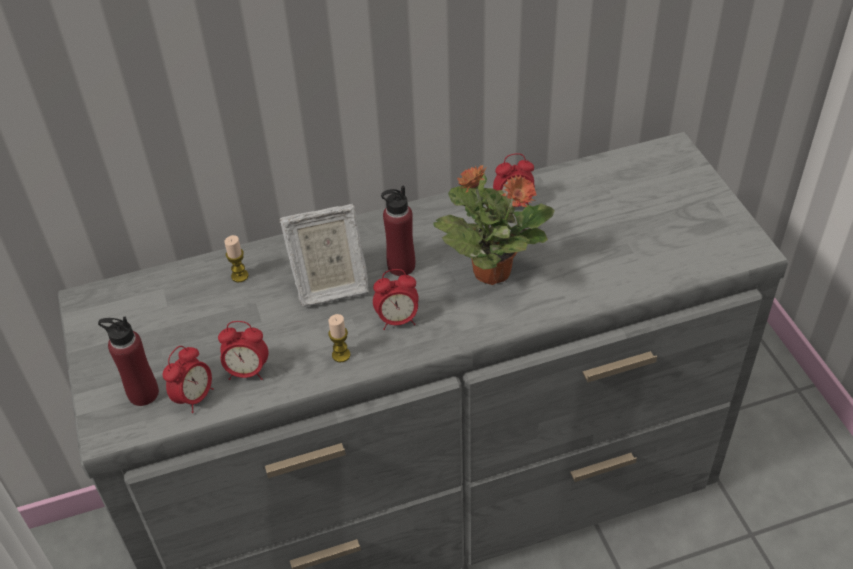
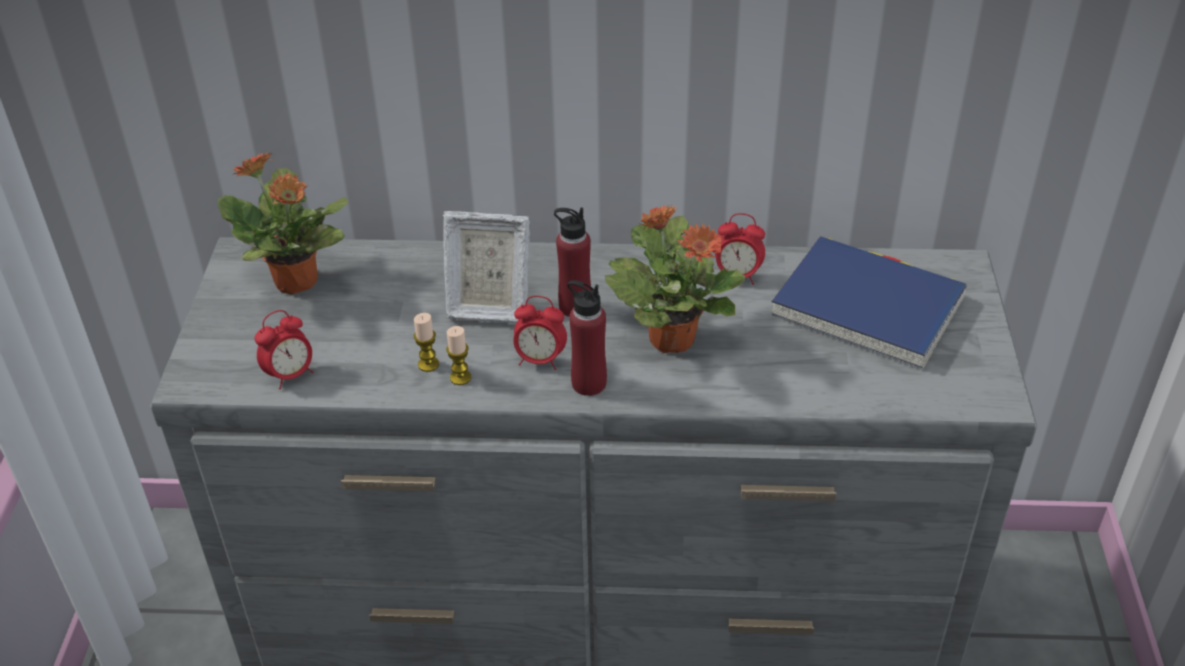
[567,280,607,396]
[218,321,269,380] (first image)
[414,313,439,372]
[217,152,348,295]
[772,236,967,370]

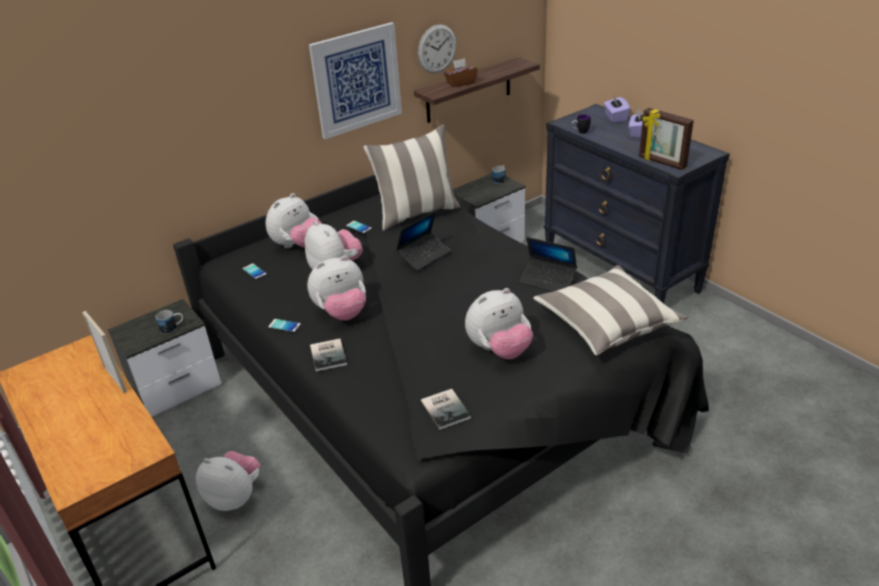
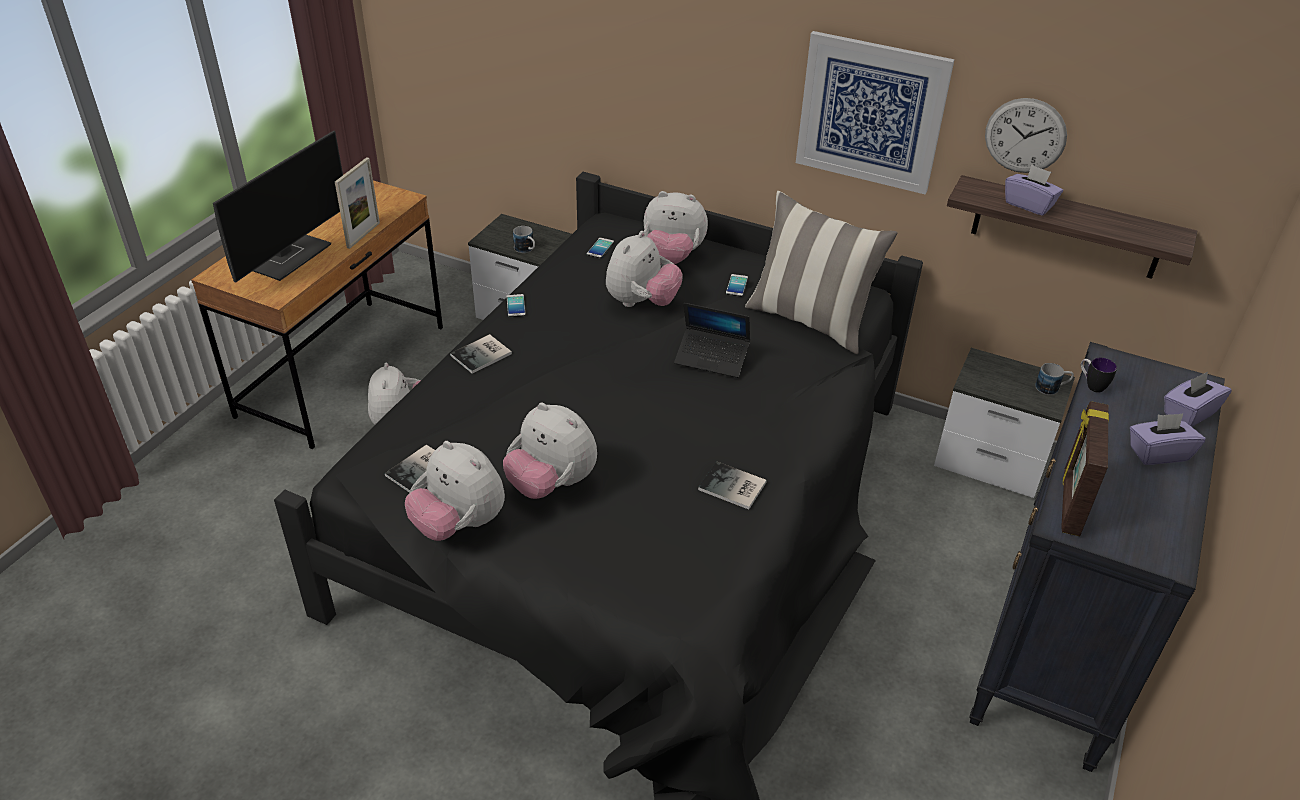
[405,441,505,541]
[1005,164,1063,216]
[698,462,767,509]
[533,265,688,355] (first image)
[213,131,343,283]

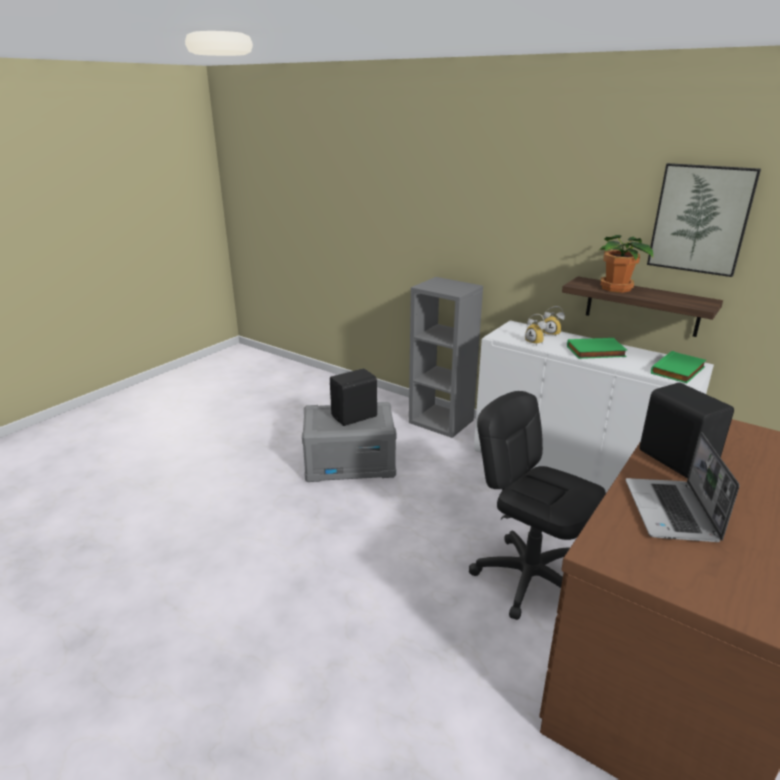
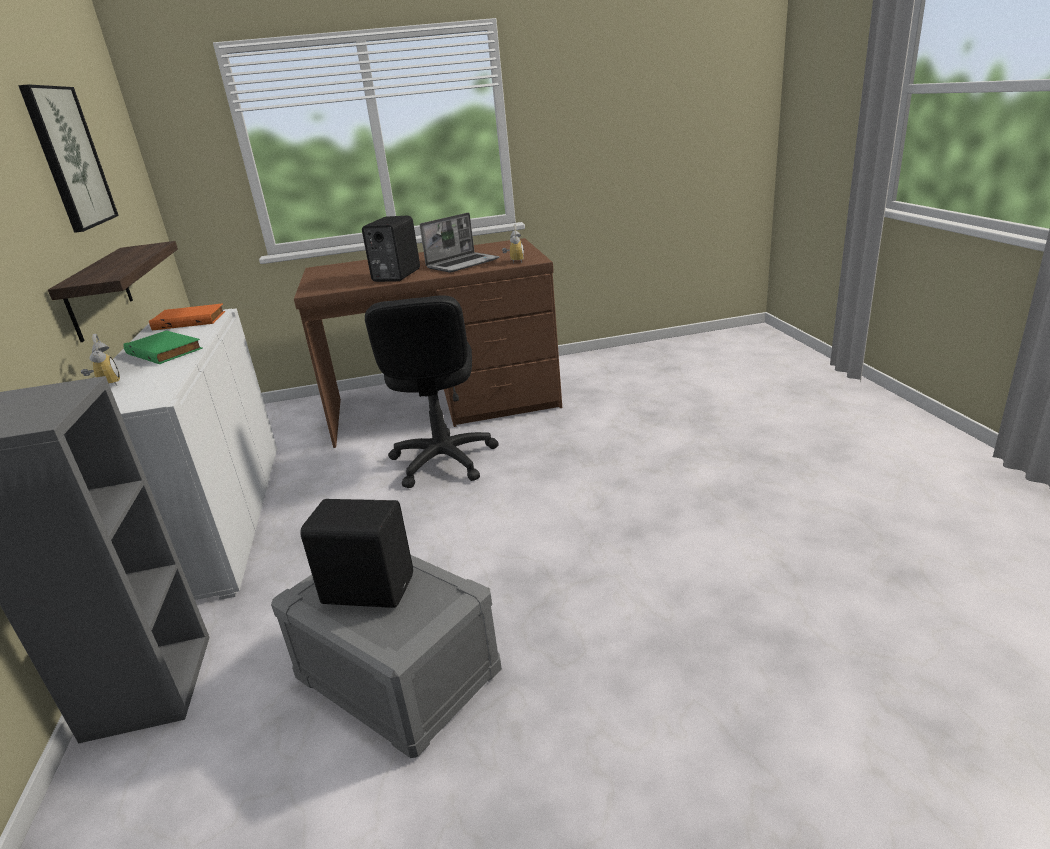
[502,224,524,263]
[598,235,653,293] (first image)
[149,303,225,330]

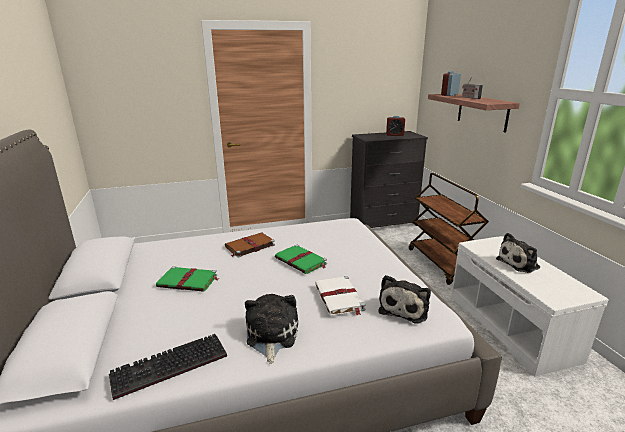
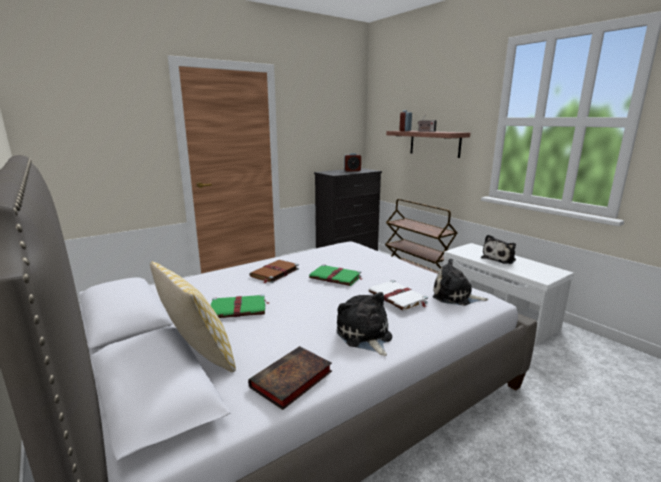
[248,346,332,410]
[433,259,489,306]
[150,262,236,372]

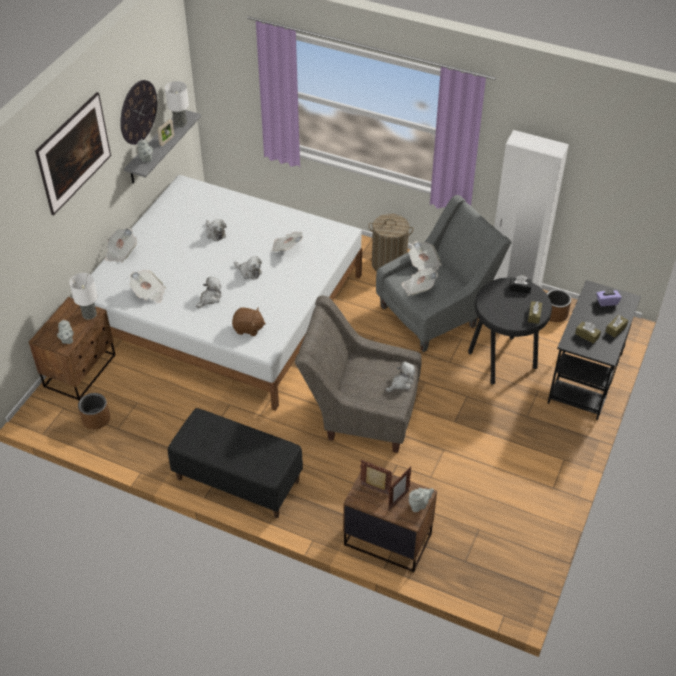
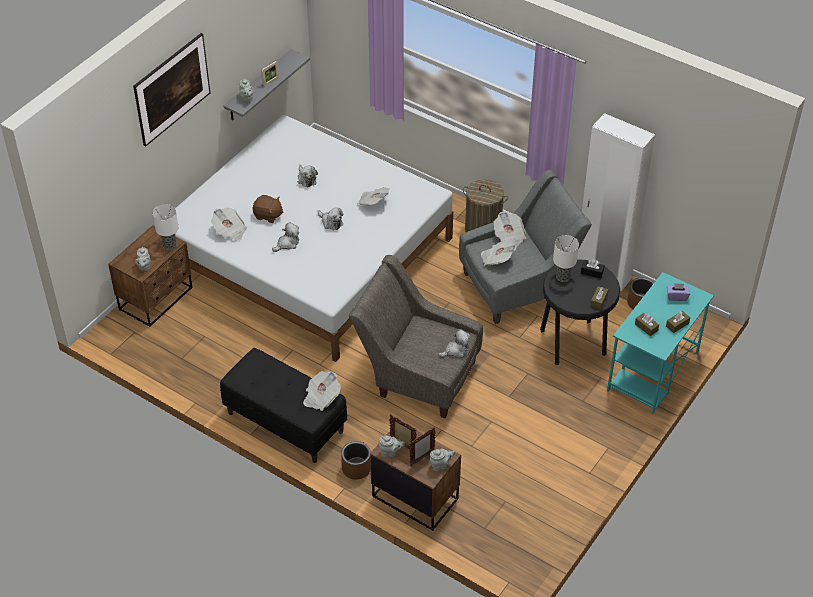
[341,441,371,480]
[303,371,341,411]
[120,80,157,145] (first image)
[553,235,579,282]
[252,195,284,223]
[607,272,714,414]
[379,436,405,457]

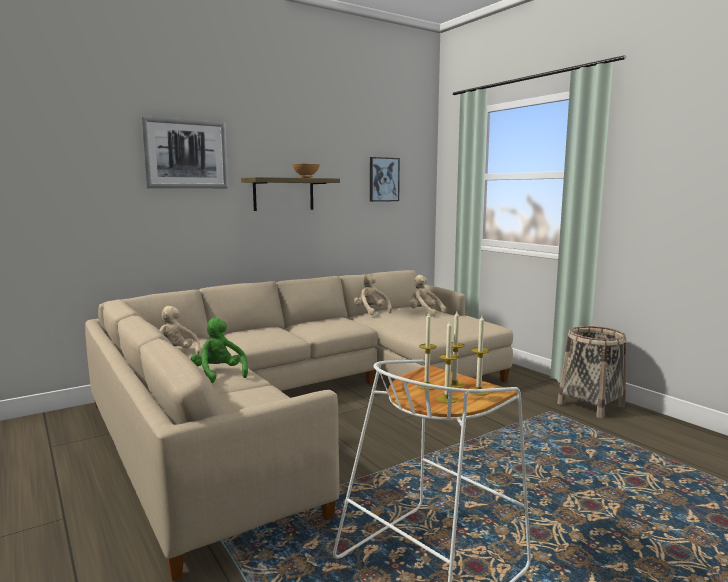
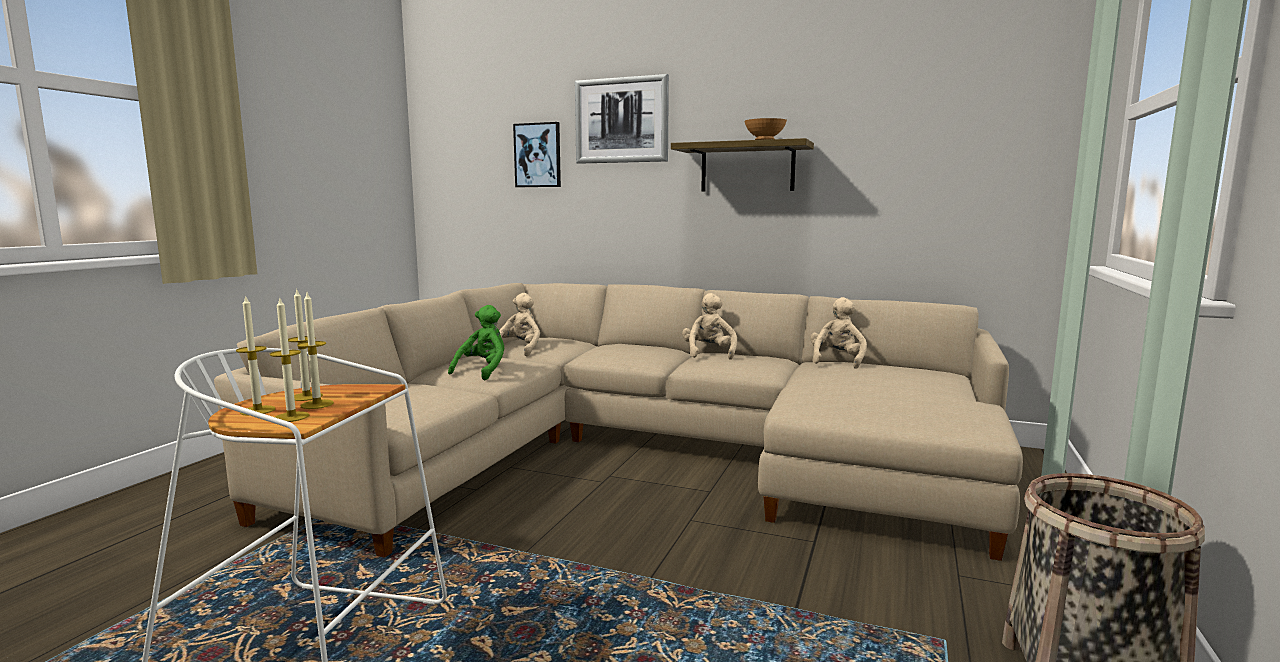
[513,122,561,187]
[682,293,737,360]

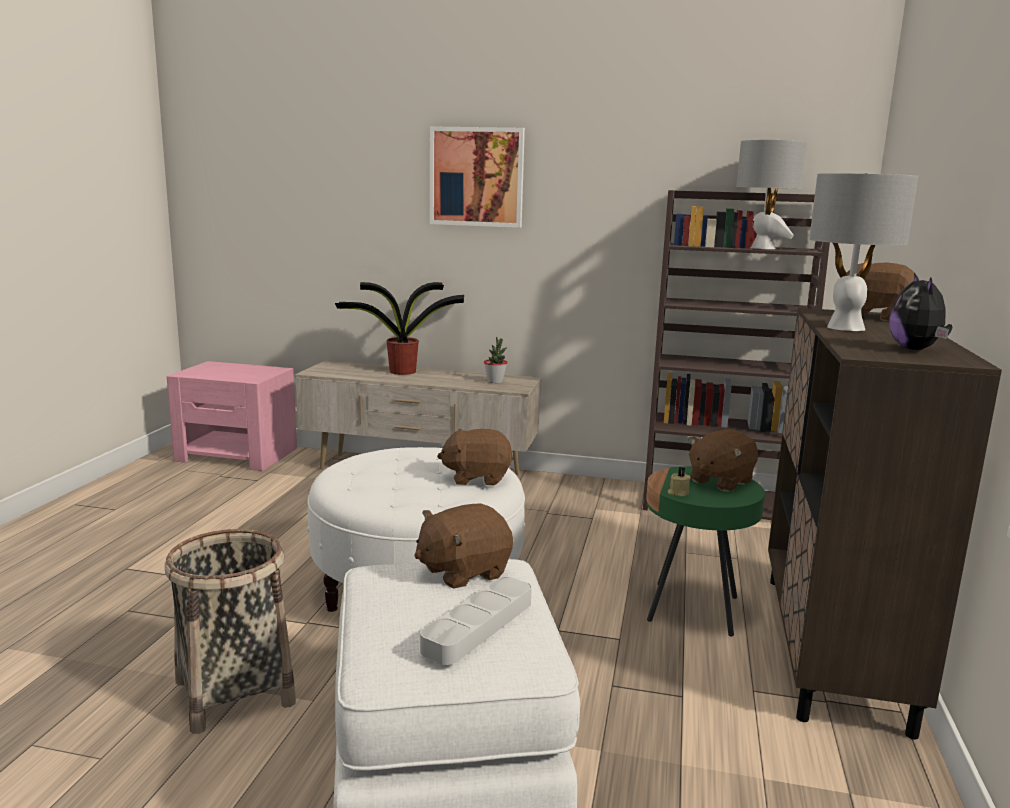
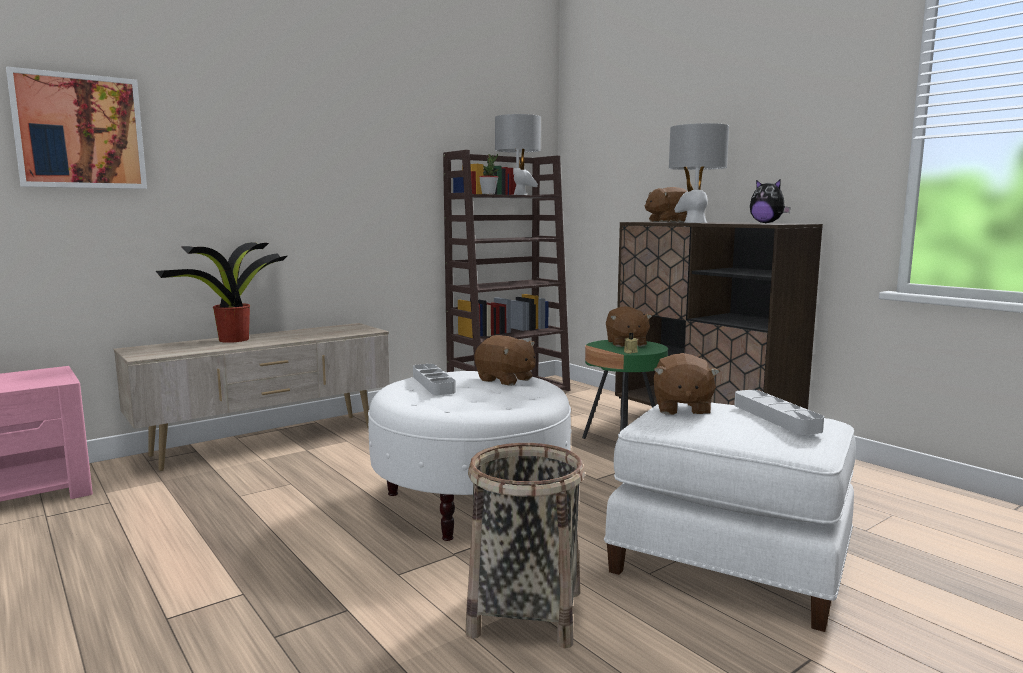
[6,66,147,189]
[474,335,536,386]
[479,154,499,194]
[413,364,456,395]

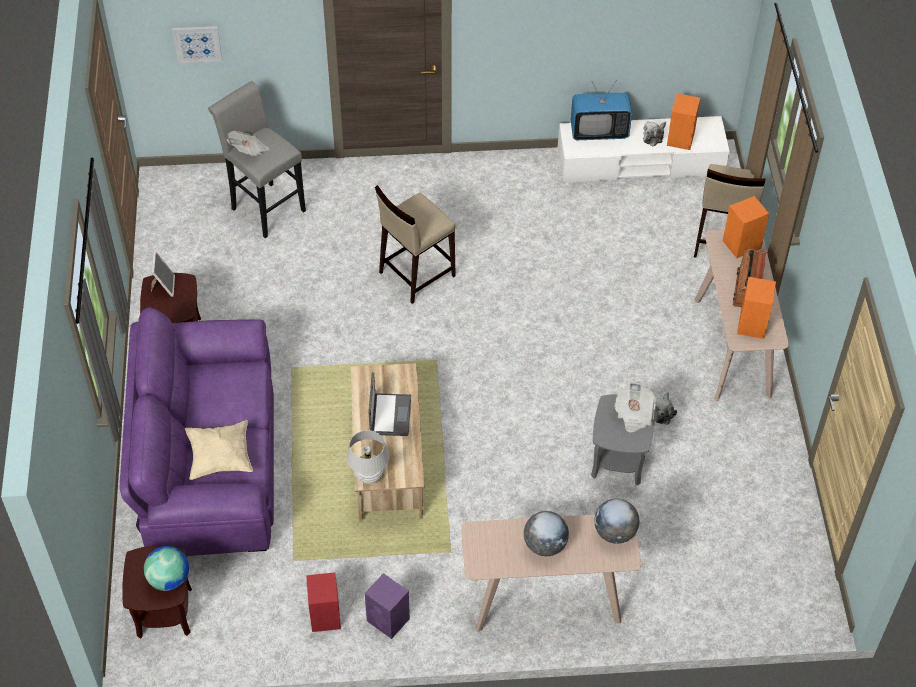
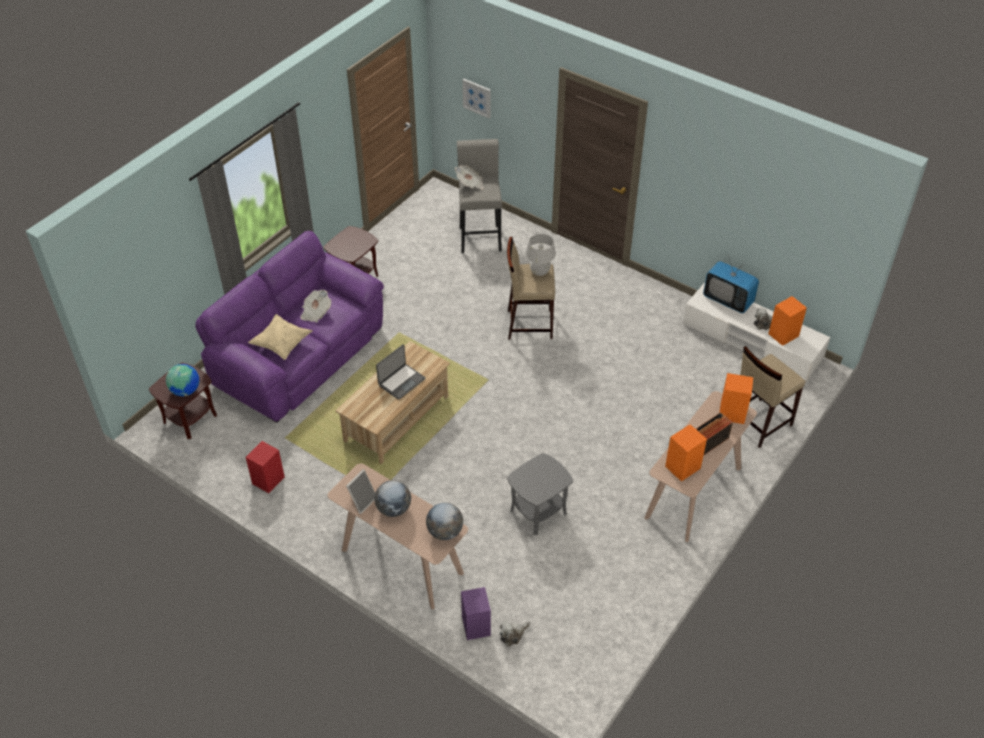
[346,469,375,514]
[525,234,556,276]
[461,587,491,640]
[300,290,331,322]
[500,621,530,647]

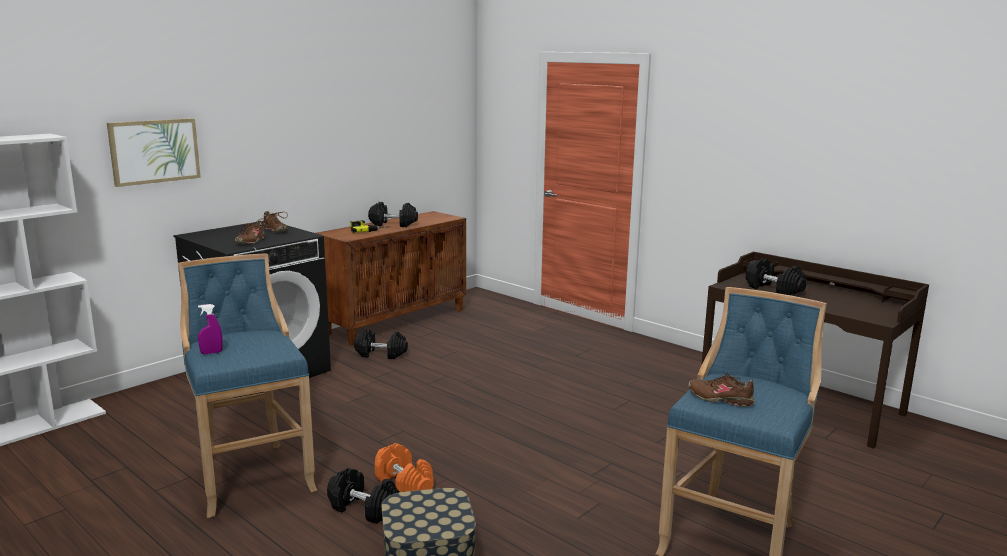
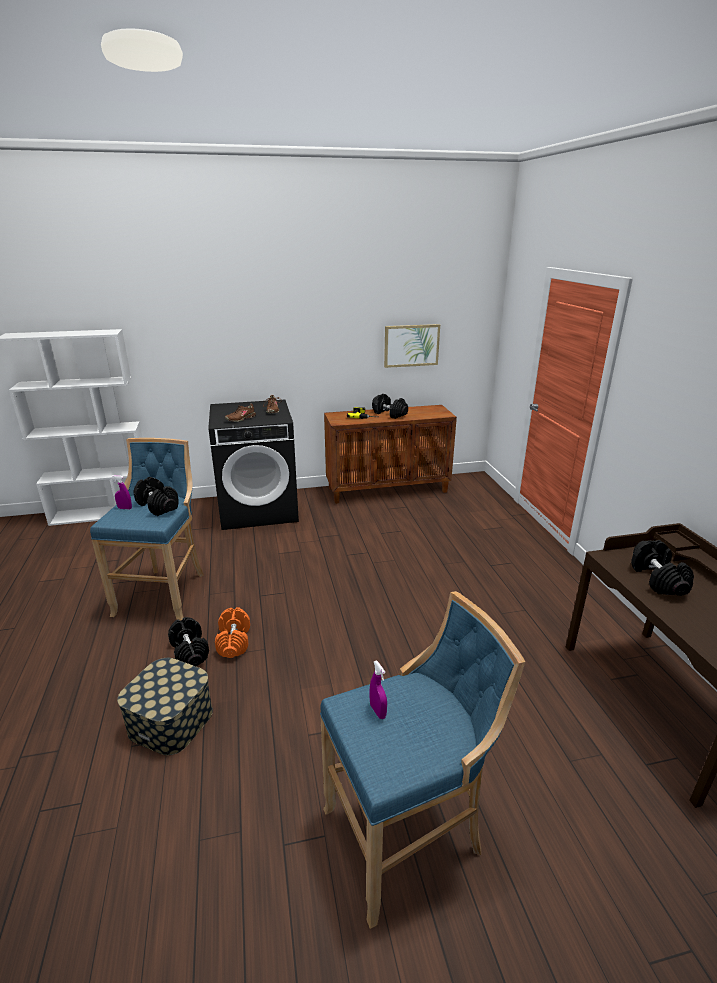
[384,324,440,368]
[133,477,179,516]
[370,661,387,719]

